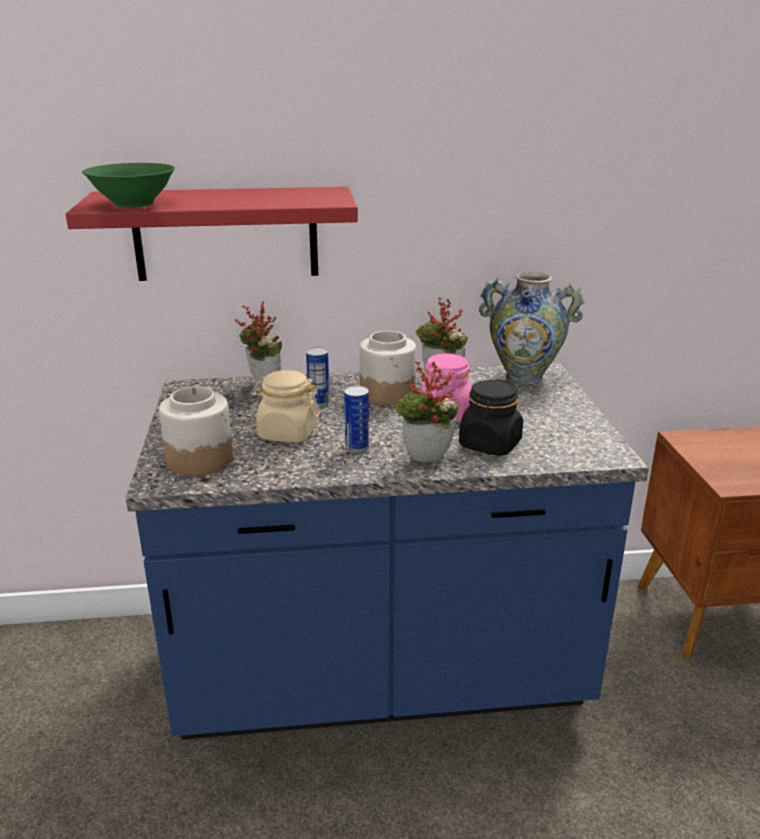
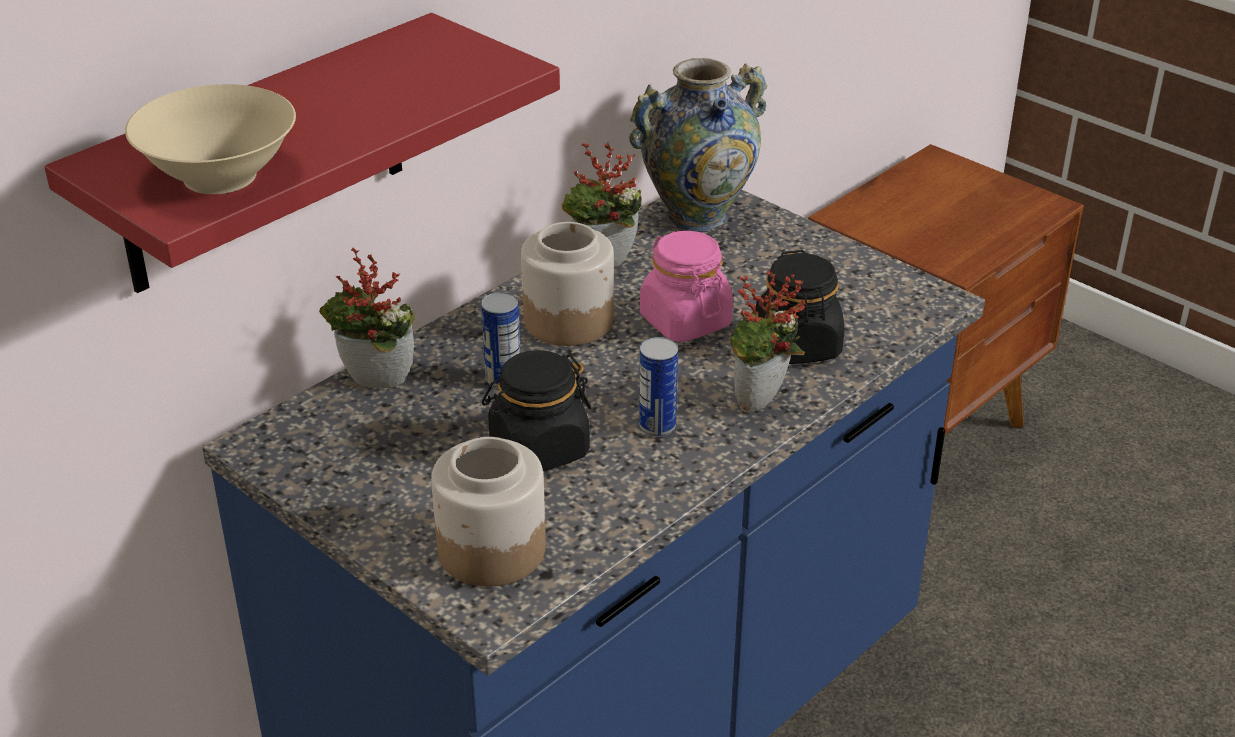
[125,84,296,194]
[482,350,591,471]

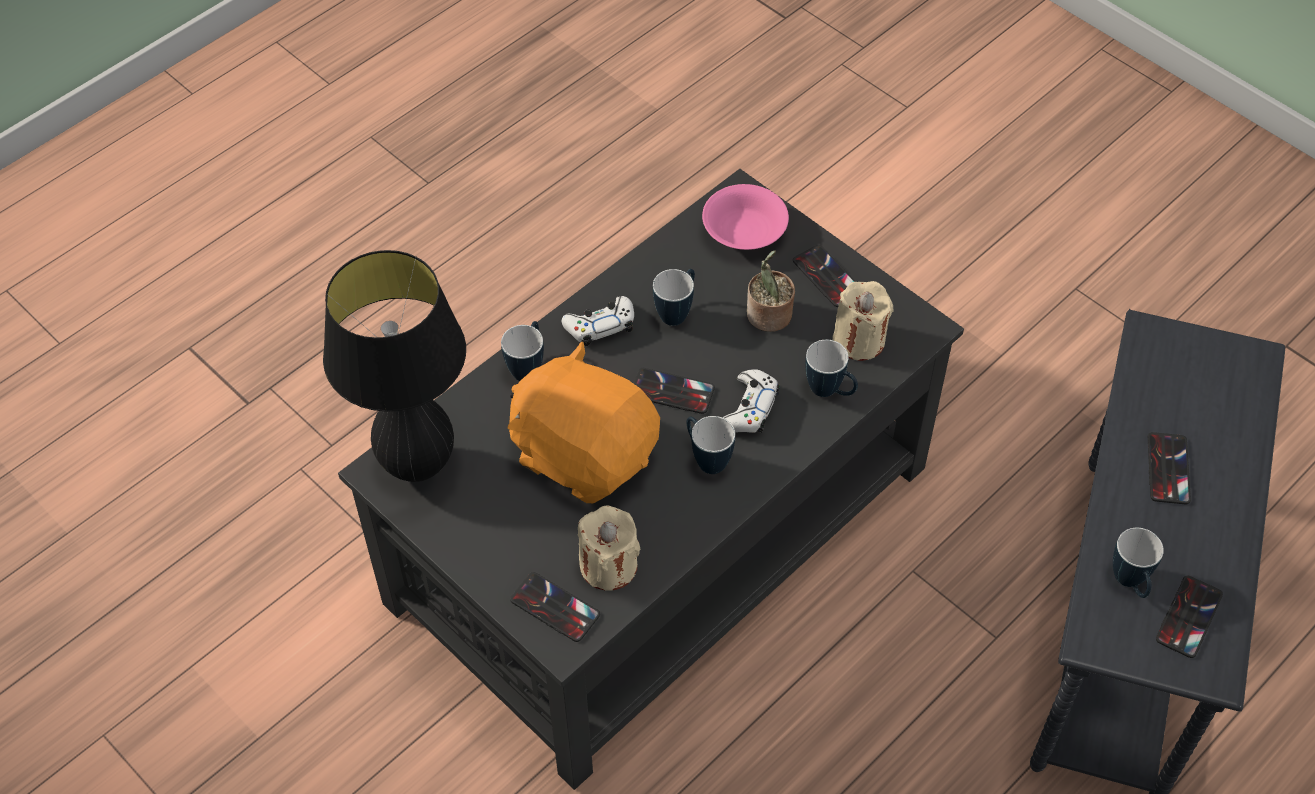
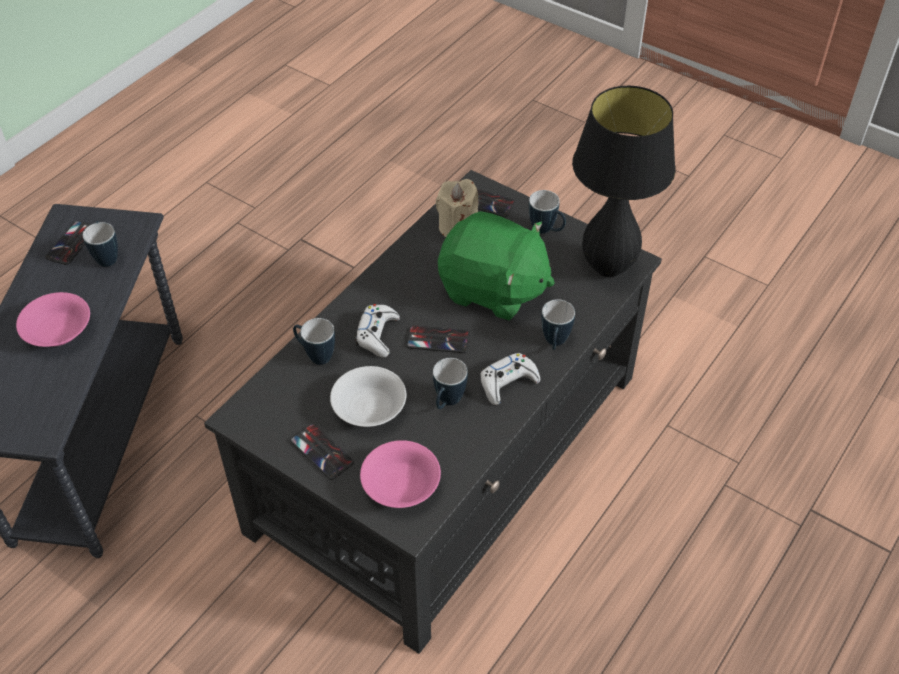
[438,211,555,320]
[529,190,566,234]
[330,366,406,427]
[832,281,894,361] (first image)
[16,292,90,347]

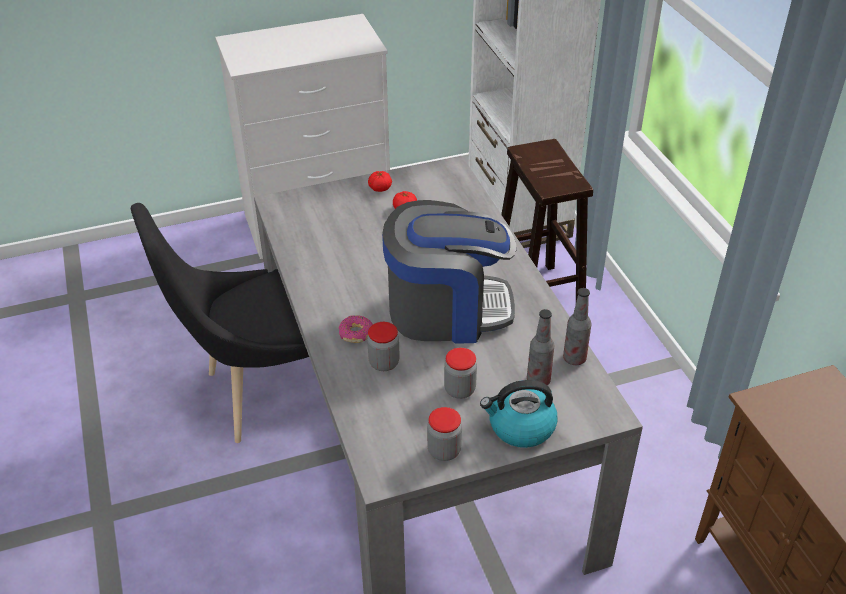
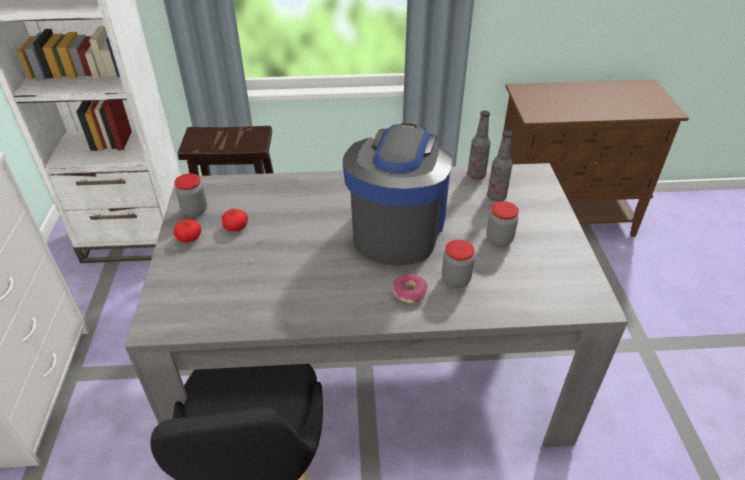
[174,173,207,217]
[480,380,558,448] (first image)

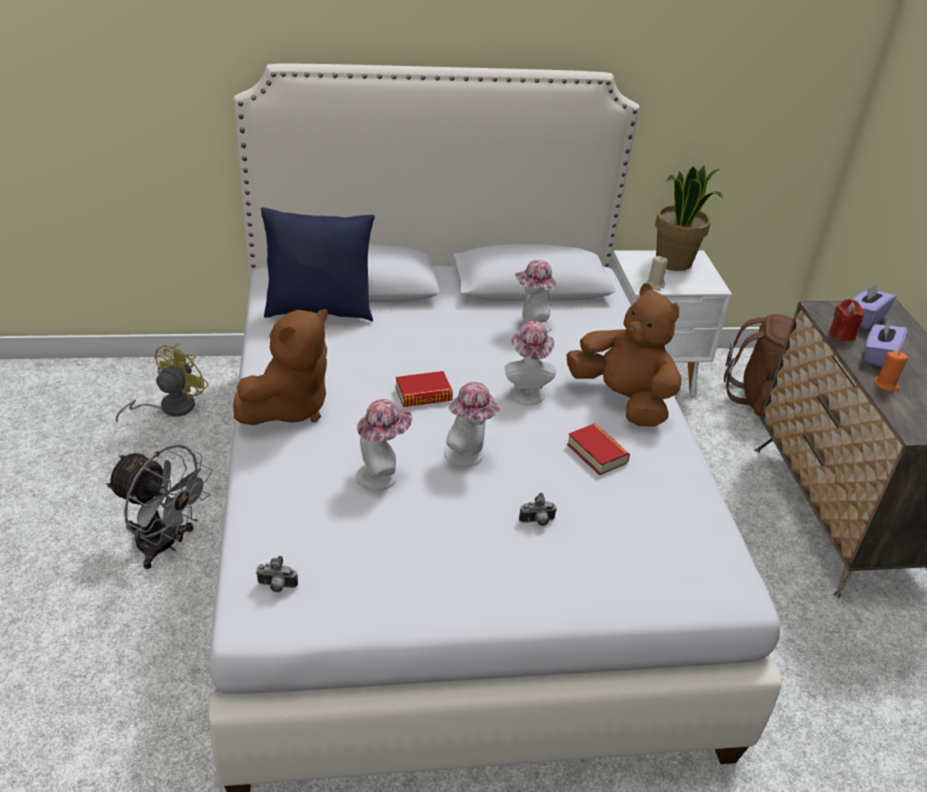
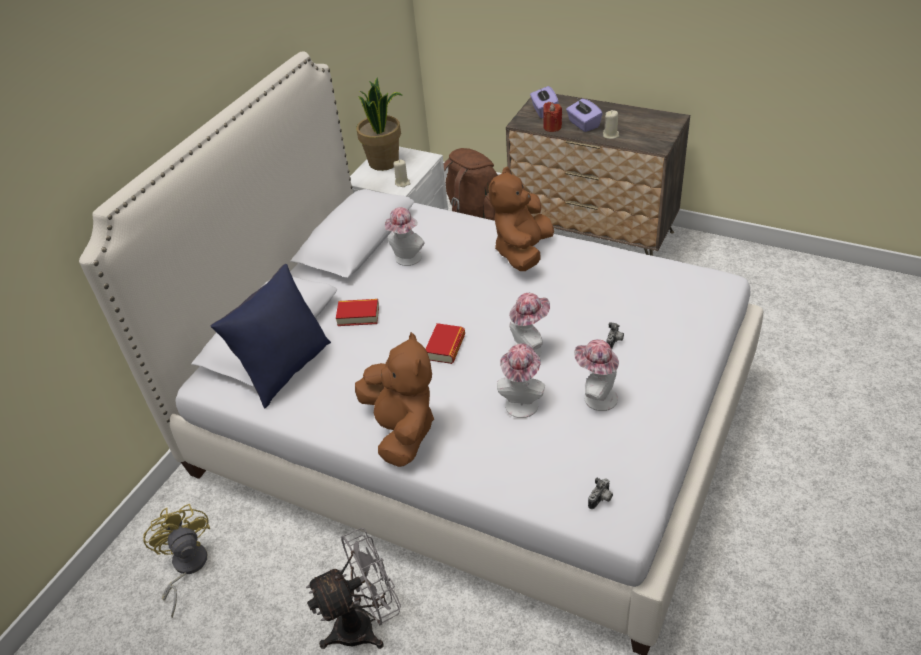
[574,339,619,411]
[488,167,554,271]
[336,299,379,326]
[603,110,619,139]

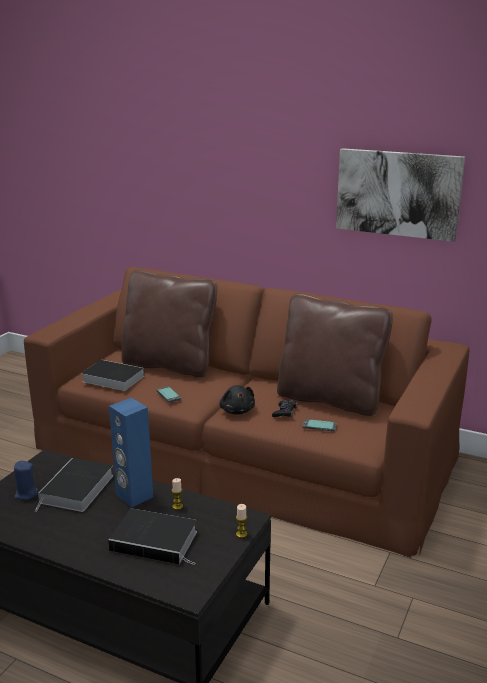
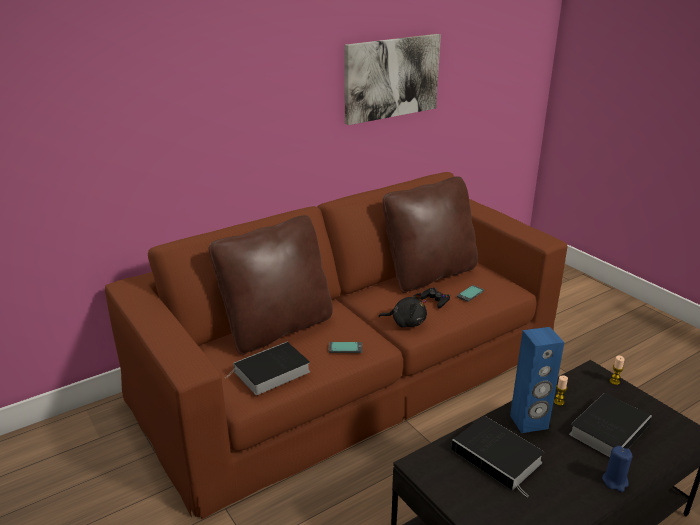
[602,446,633,492]

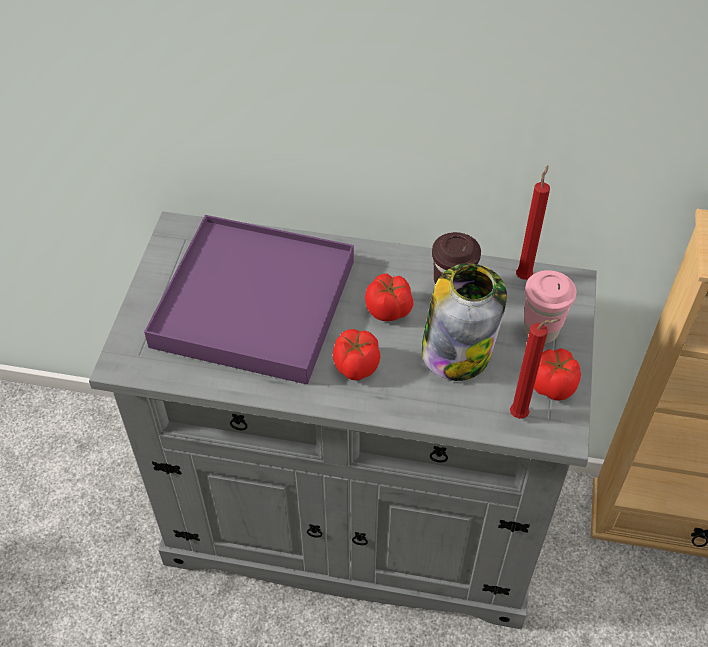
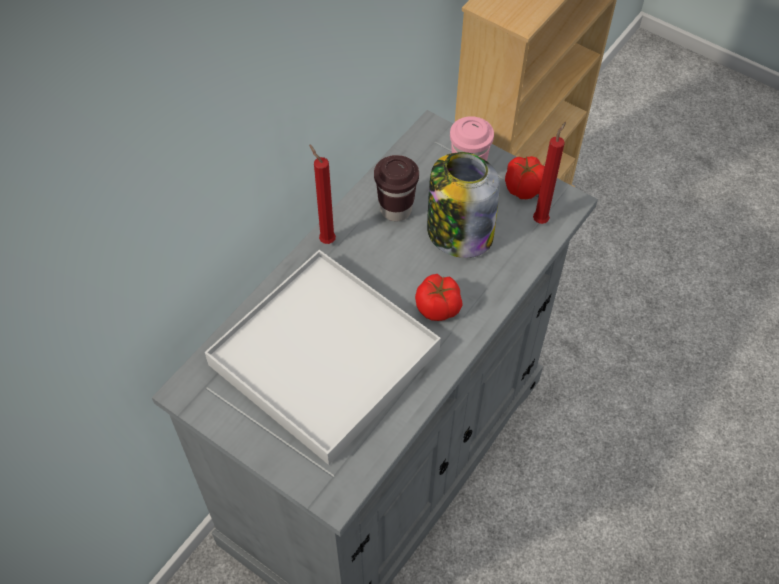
[205,250,441,465]
[365,273,413,321] (first image)
[309,144,336,244]

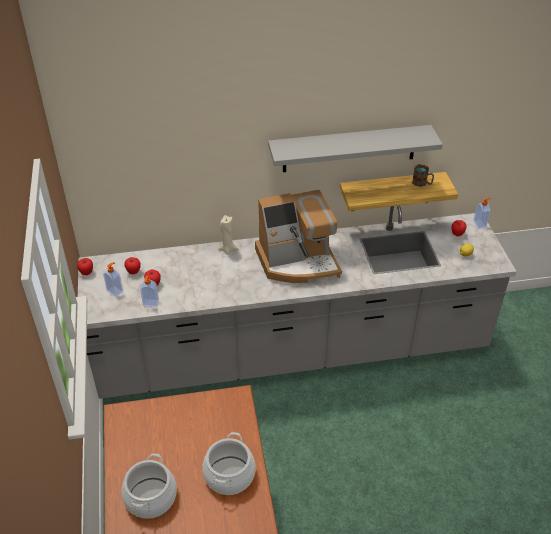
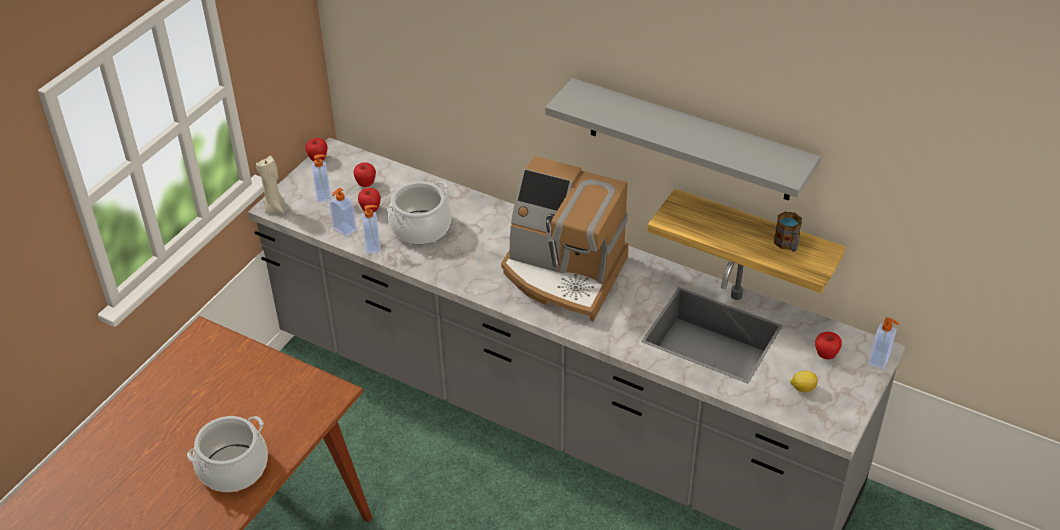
[387,181,451,245]
[256,156,284,214]
[362,205,381,254]

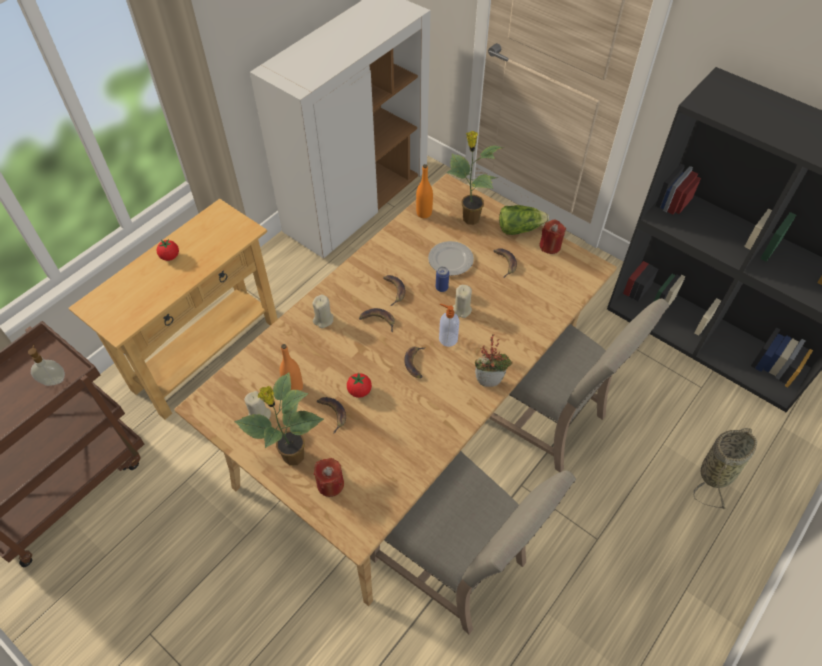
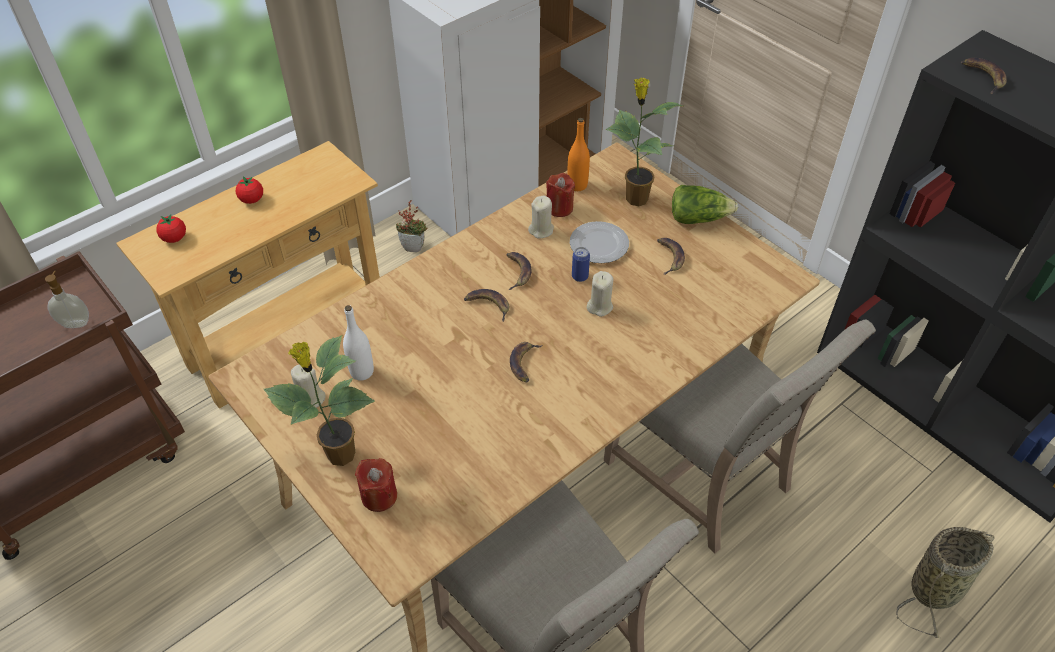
[343,305,374,381]
[528,195,554,239]
[961,58,1007,94]
[156,214,186,243]
[439,303,459,347] (first image)
[396,200,427,252]
[546,173,575,217]

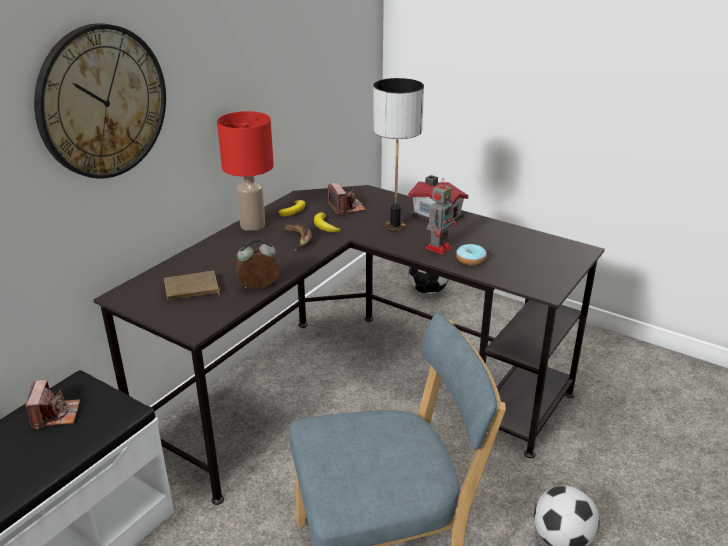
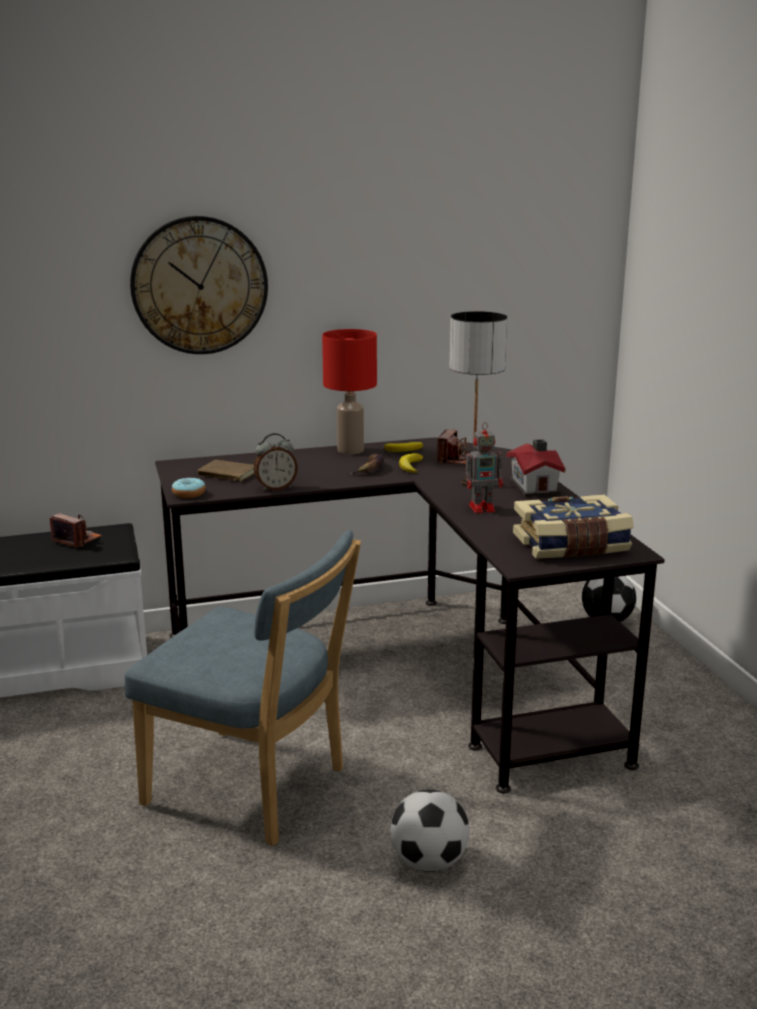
[50,513,102,548]
[253,433,298,491]
[172,478,206,498]
[513,494,634,559]

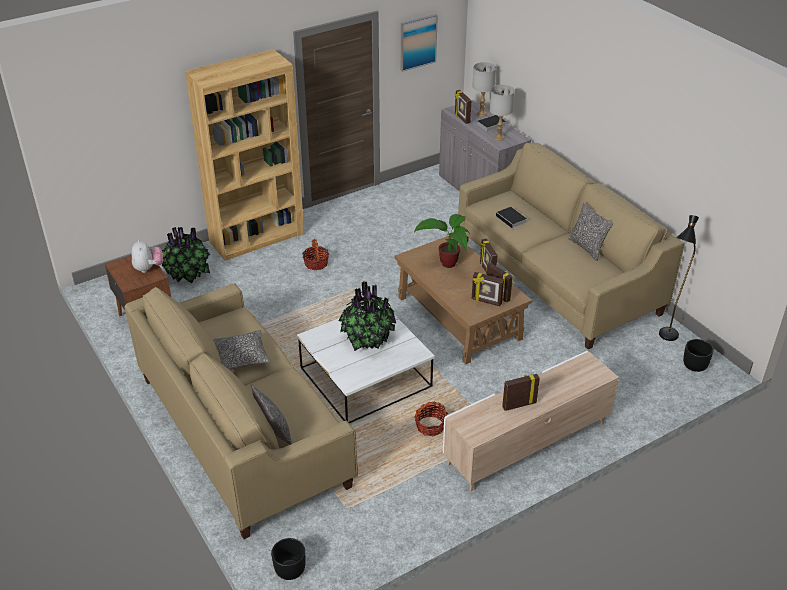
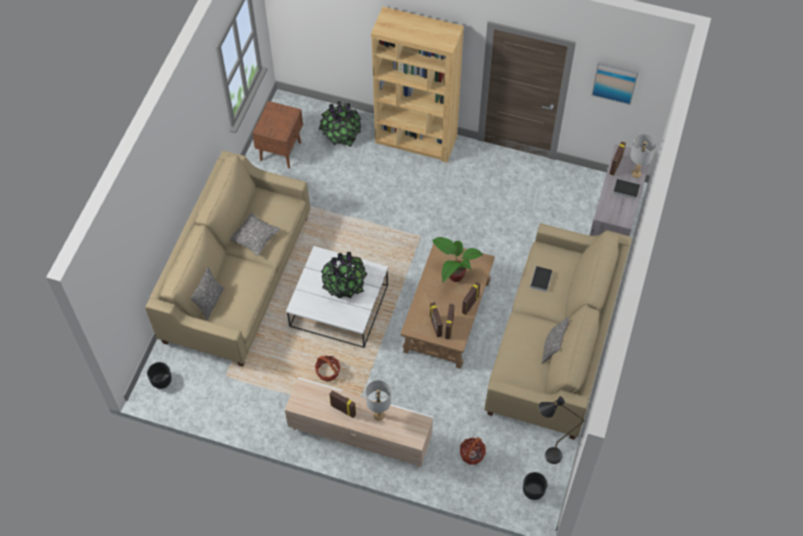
[132,239,163,273] (first image)
[460,437,486,465]
[366,380,391,421]

